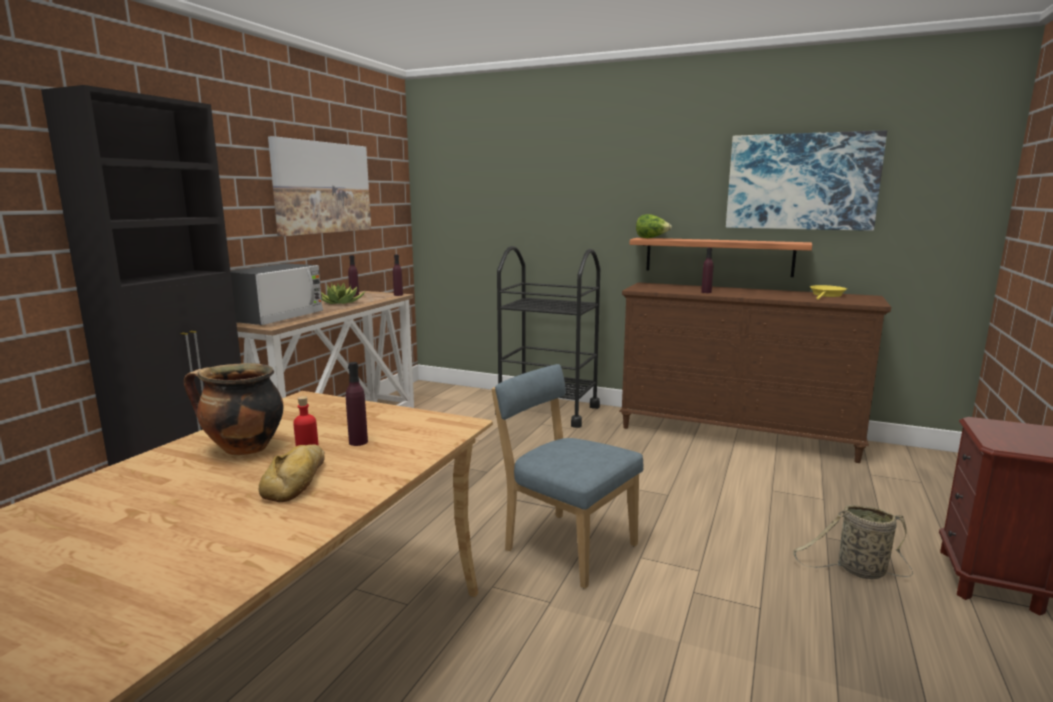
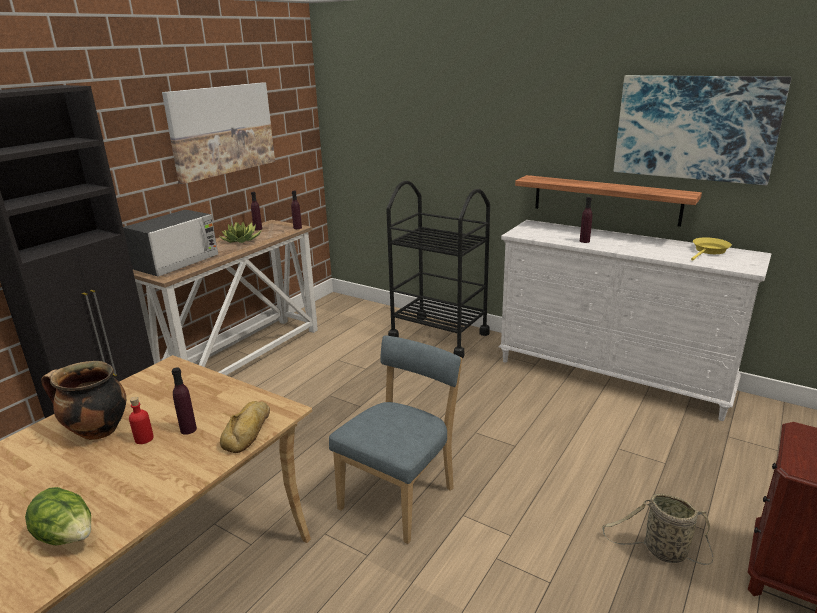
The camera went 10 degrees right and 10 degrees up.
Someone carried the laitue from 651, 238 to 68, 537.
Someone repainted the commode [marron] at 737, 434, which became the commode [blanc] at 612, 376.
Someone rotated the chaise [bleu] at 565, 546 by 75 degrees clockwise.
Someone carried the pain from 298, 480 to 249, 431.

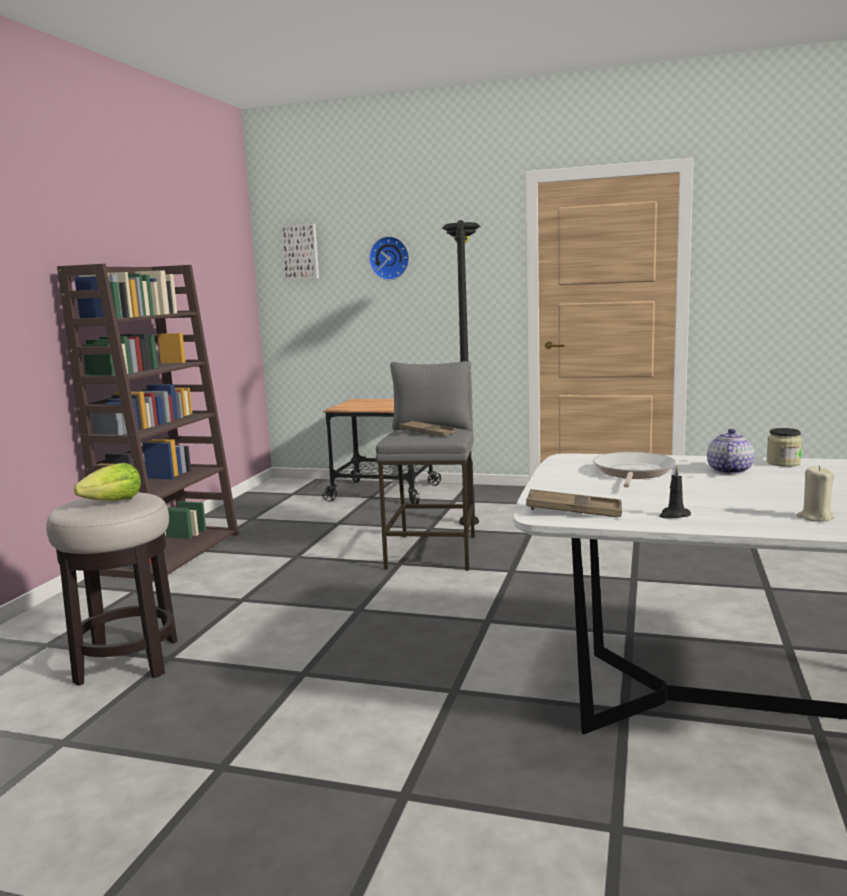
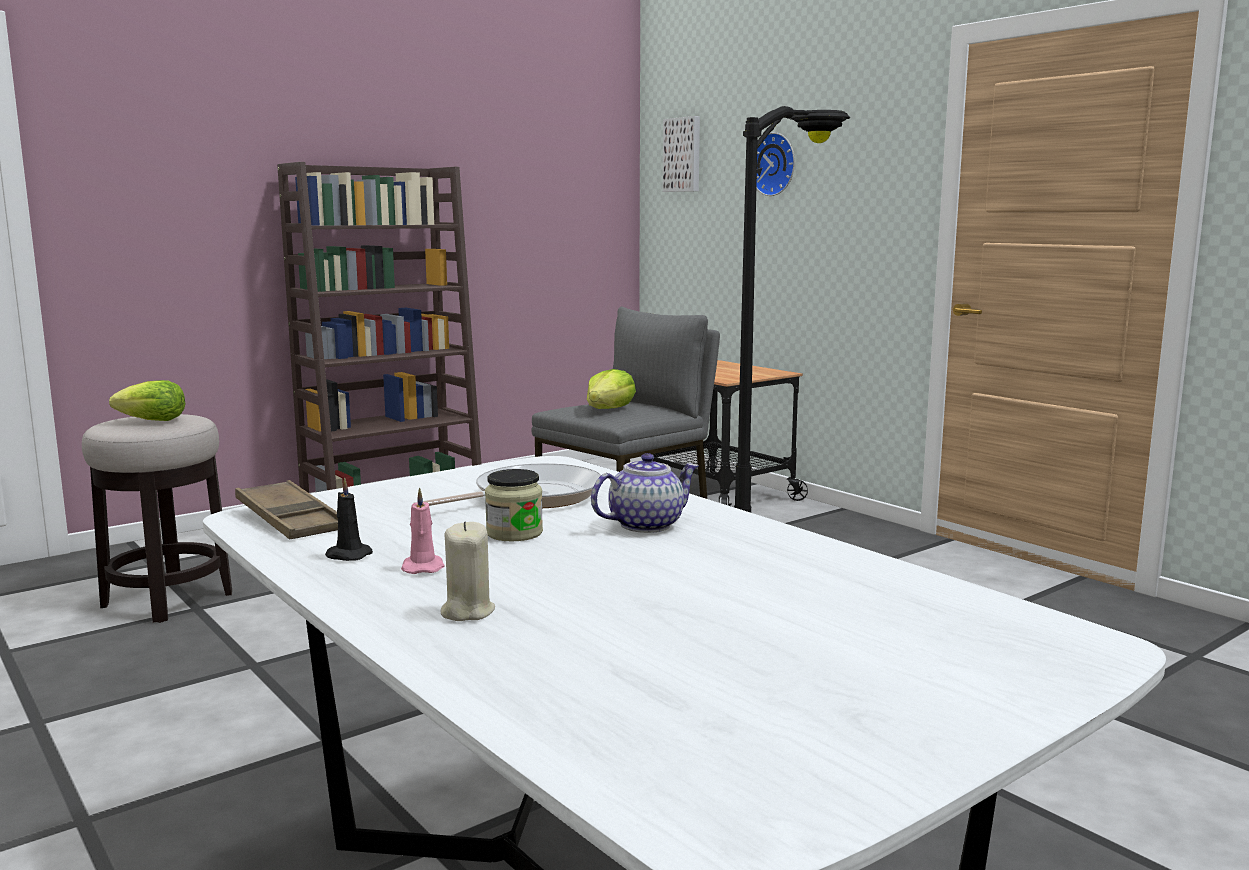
The camera went 35 degrees right and 0 degrees up.
Someone swapped the plateau [marron] at 427, 433 for the laitue at 609, 409.
Someone carried the bocal from 783, 463 to 514, 533.
Someone put down the bougie [rose] at 423, 567.

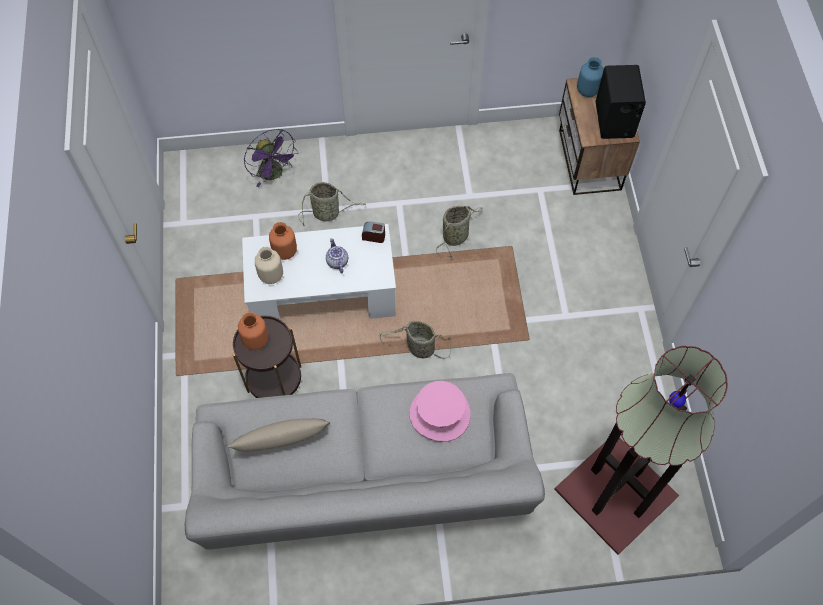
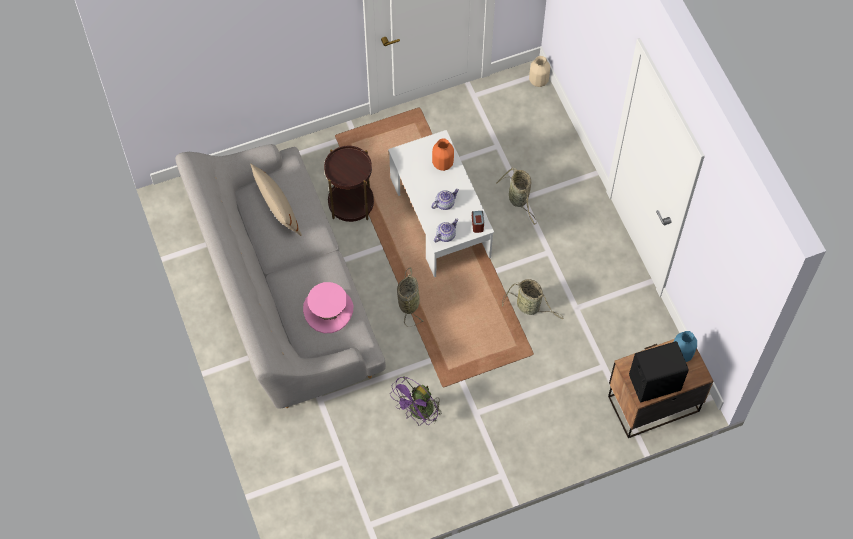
The camera went 75 degrees right and 0 degrees up.
Someone carried the ventilateur [violet] from 274, 174 to 418, 413.
Someone carried the vase [beige] from 271, 275 to 538, 80.
Someone took away the vase [orange] at 256, 340.
Someone took away the lampadaire at 616, 495.
Someone put down the théière at 445, 235.

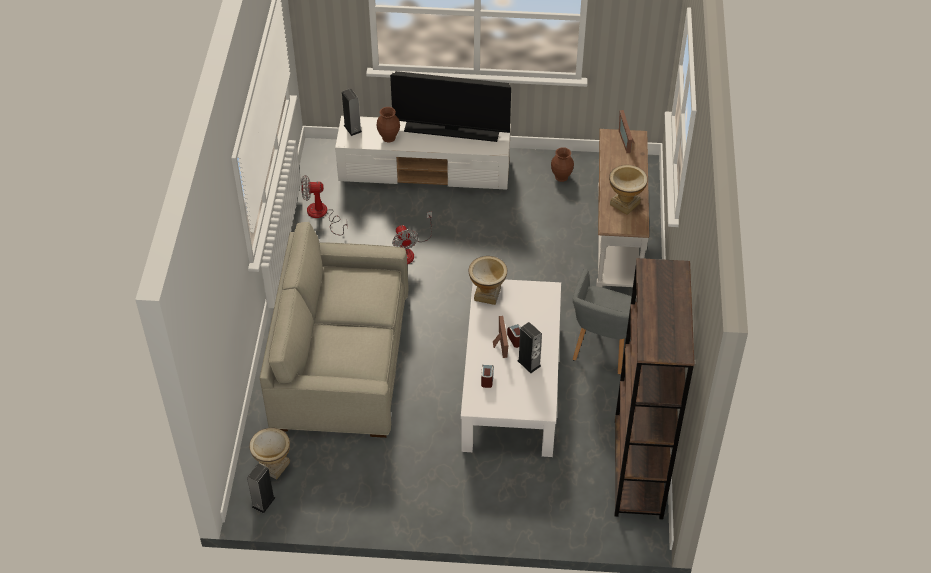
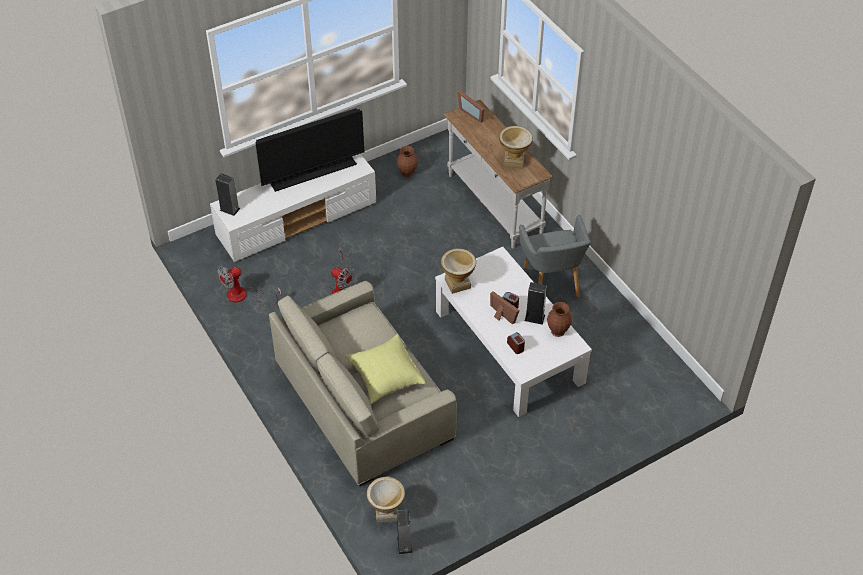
The camera went 35 degrees left and 0 degrees up.
Someone carried the vase [marron] from 389, 137 to 558, 331.
Someone took away the bibliothèque [marron] at 638, 468.
Someone put down the coussin [jaune] at 385, 376.

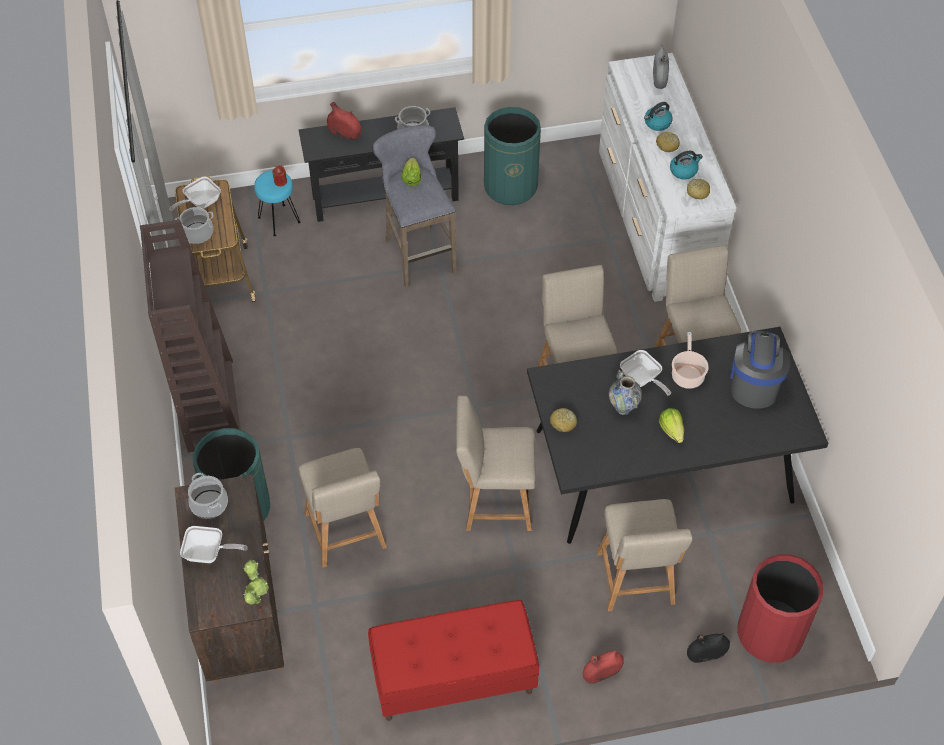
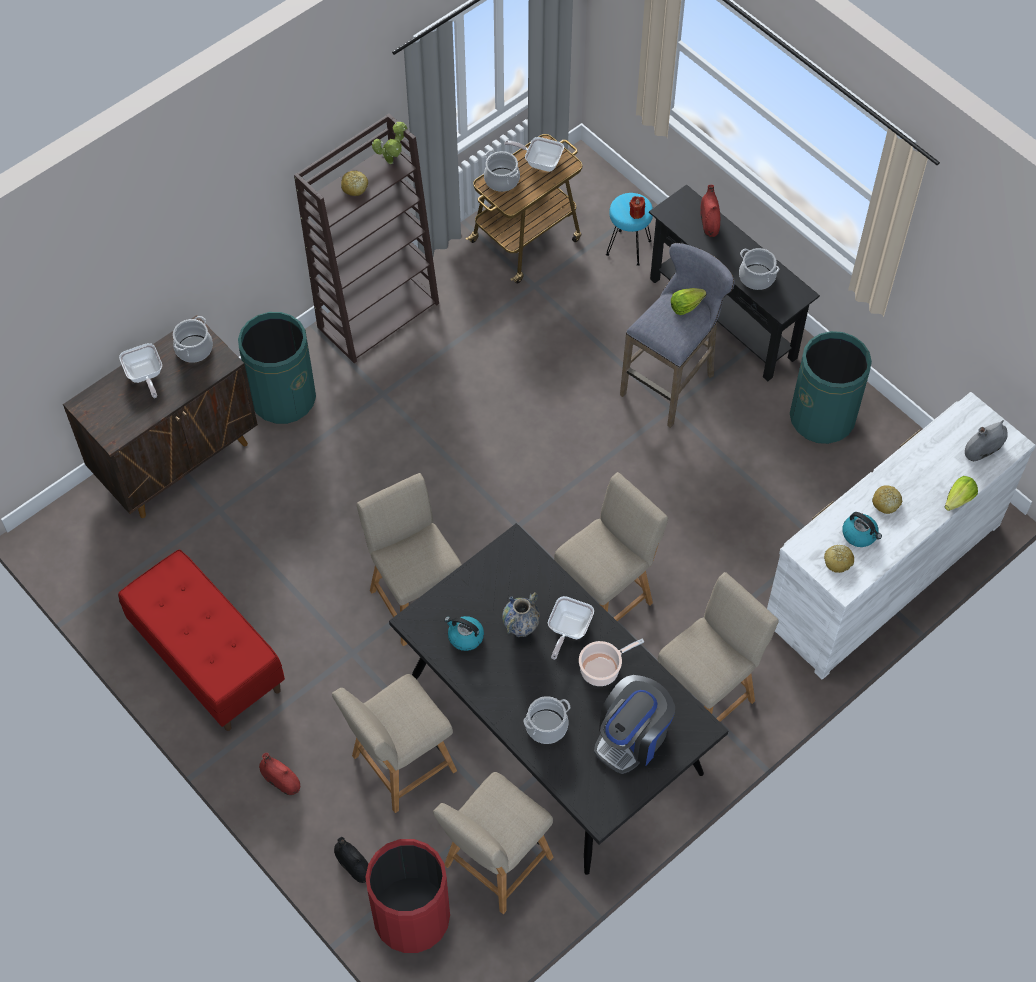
The camera went 60 degrees right and 5 degrees up.
Someone carried the bouilloire from 657, 123 to 465, 637.
Someone rotated the machine à café at 754, 383 by 150 degrees clockwise.
Someone carried the pain from 563, 423 to 354, 187.
Someone carried the laitue from 671, 430 to 958, 500.
Someone carried the chaise [beige] from 346, 534 to 495, 865.
Someone carried the plante en pot from 257, 598 to 392, 160.
Someone put down the marmite at 546, 726.

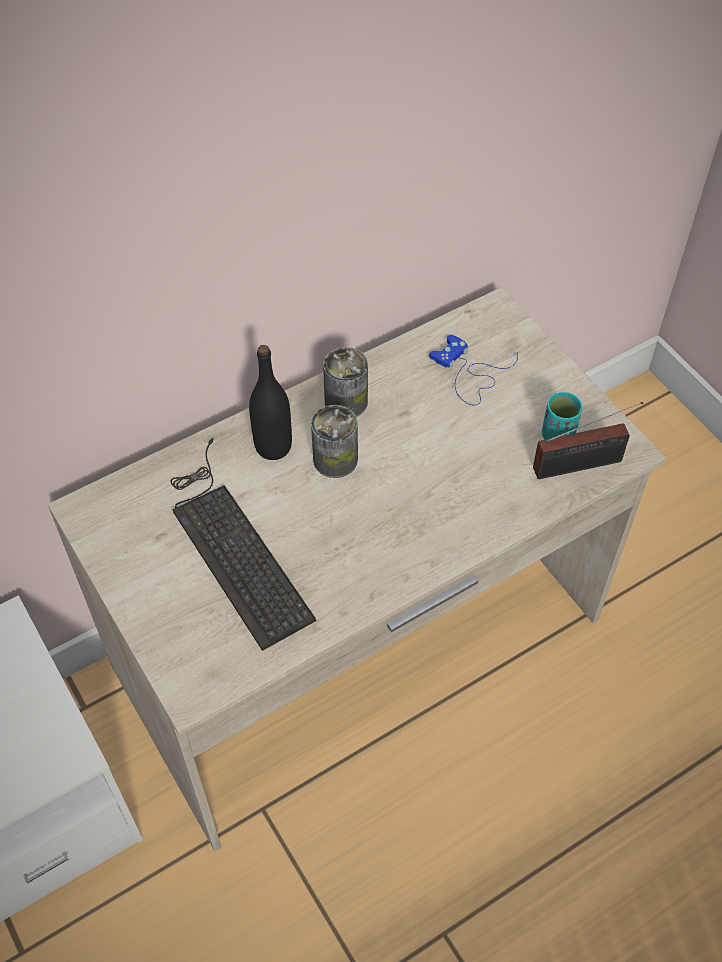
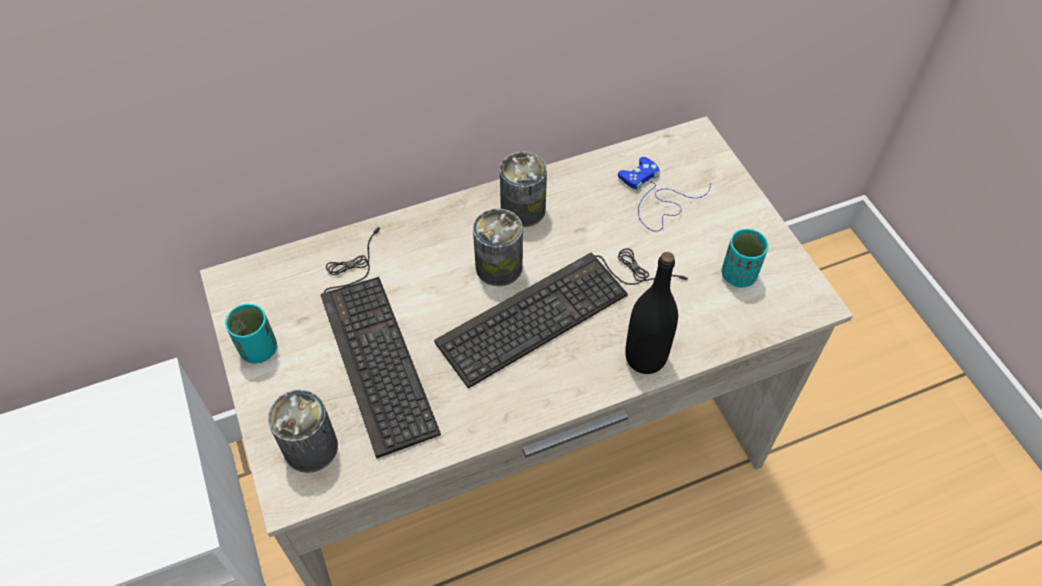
The camera went 10 degrees right and 0 degrees up.
Someone carried the bouteille [noir] from 273, 446 to 645, 357.
Someone took away the radio at 582, 465.
Someone put down the clavier at 555, 310.
Someone put down the tasse [turquoise] at 258, 349.
Someone put down the boîte métallique at 311, 447.

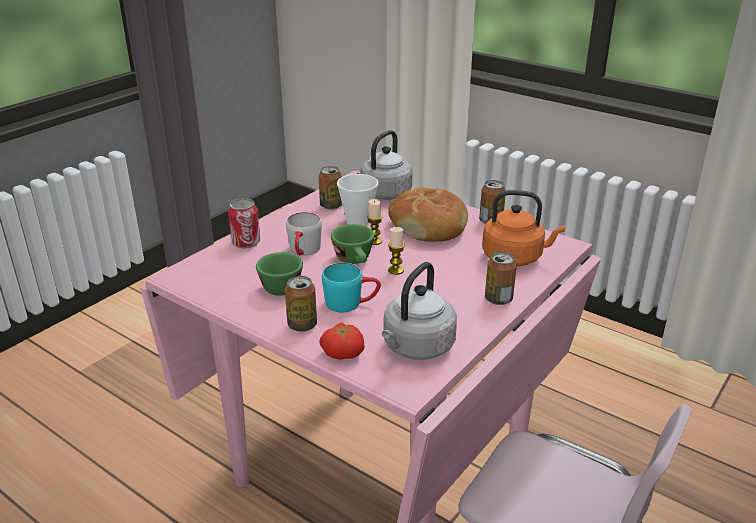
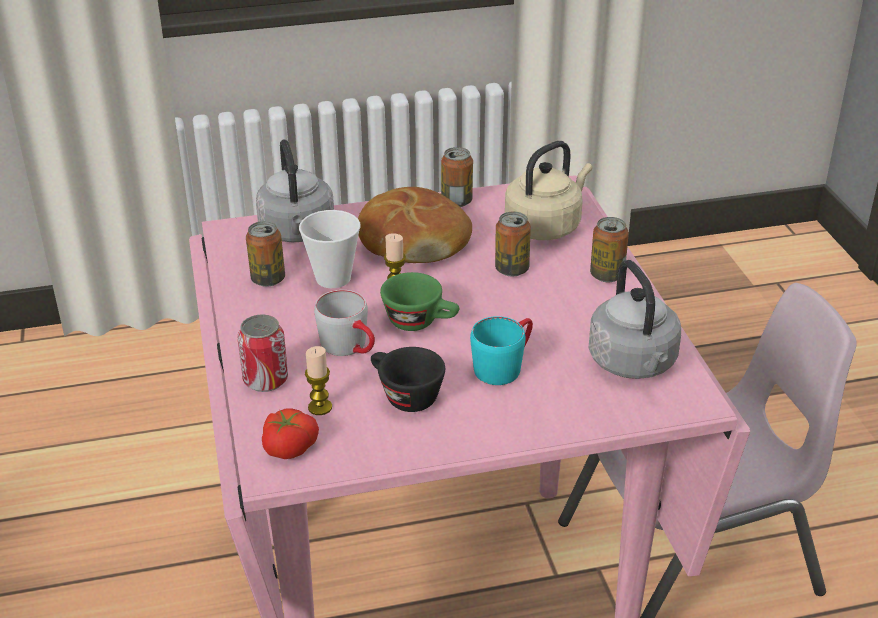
The camera went 50 degrees left and 5 degrees up.
Someone repainted the bouilloire [orange] at 515, 257, which became the bouilloire [beige] at 545, 226.
Someone carried the bougie from 396, 270 to 320, 407.
Someone repainted the tasse [vert] at 281, 285, which became the tasse [noir] at 404, 396.
Someone carried the boîte métallique from 302, 325 to 511, 269.
Someone carried the tomate from 343, 352 to 288, 447.

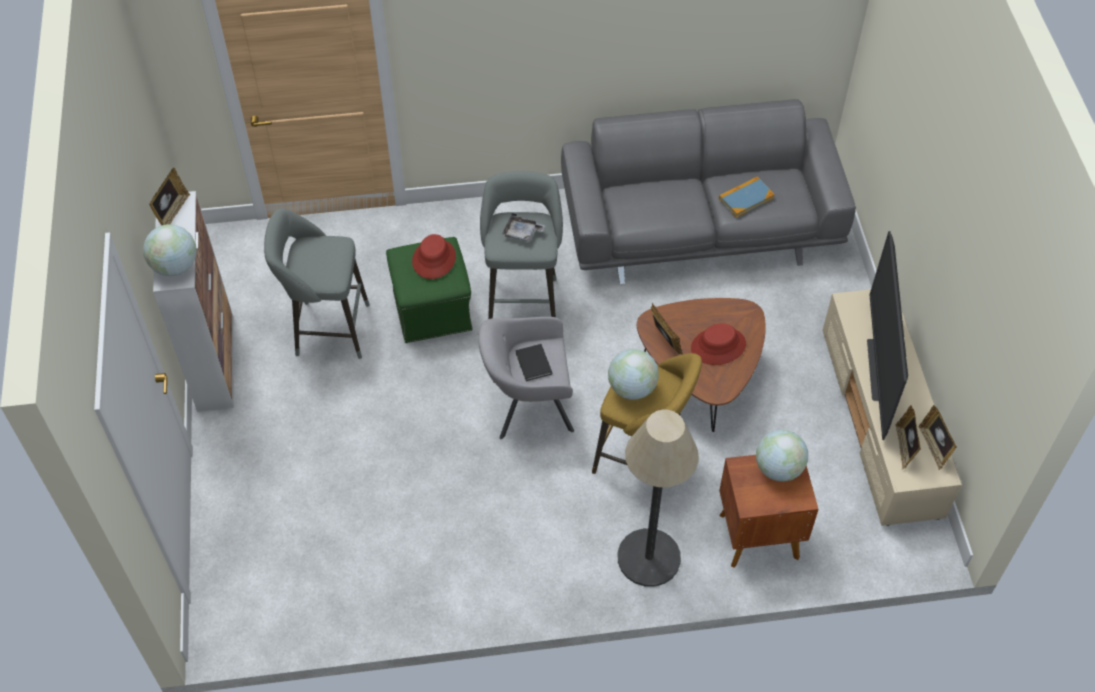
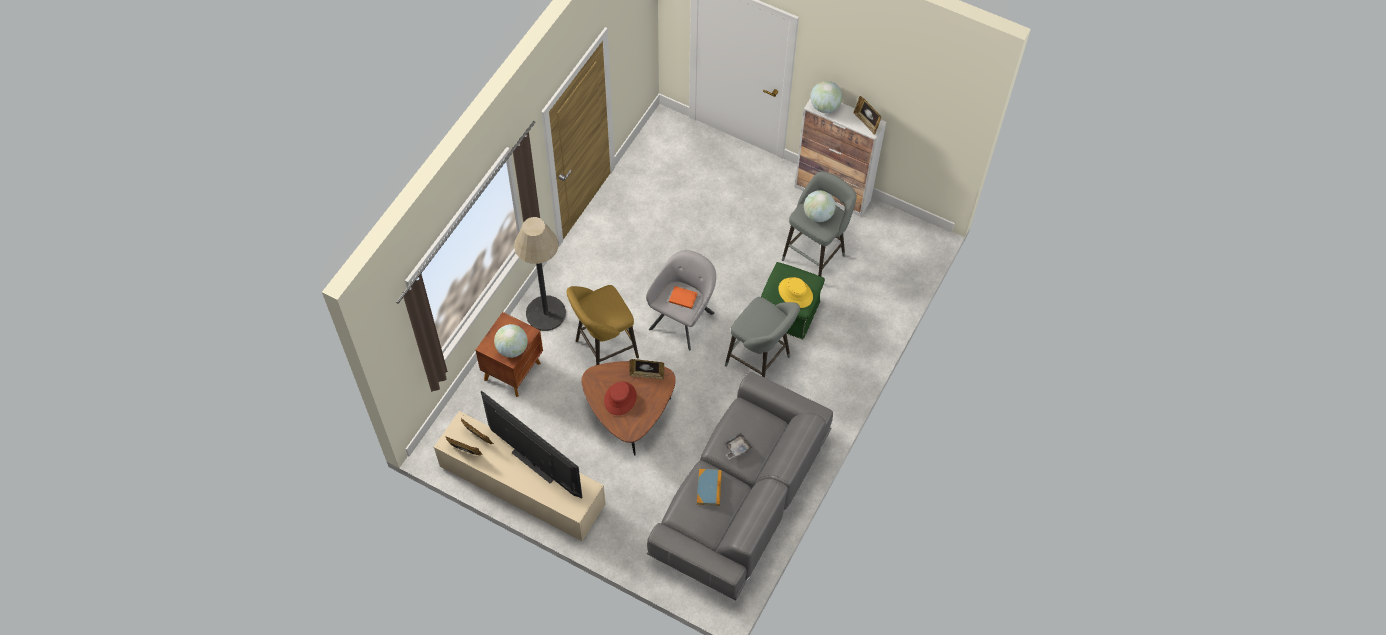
The camera went 125 degrees right and 5 degrees up.
Someone carried the plateau [gris] from 522, 232 to 736, 448.
Someone repainted the chapeau [rouge] at 433, 259, which became the chapeau [jaune] at 795, 293.
Someone repainted the livre [noir] at 533, 364, which became the livre [orange] at 682, 297.
Someone carried the globe from 632, 388 to 818, 215.

